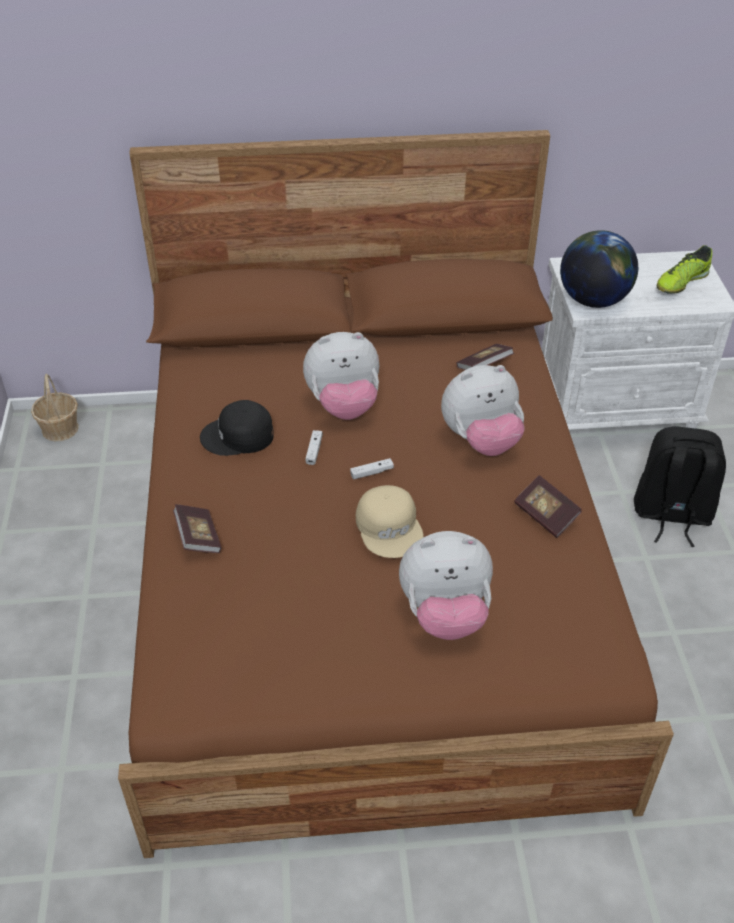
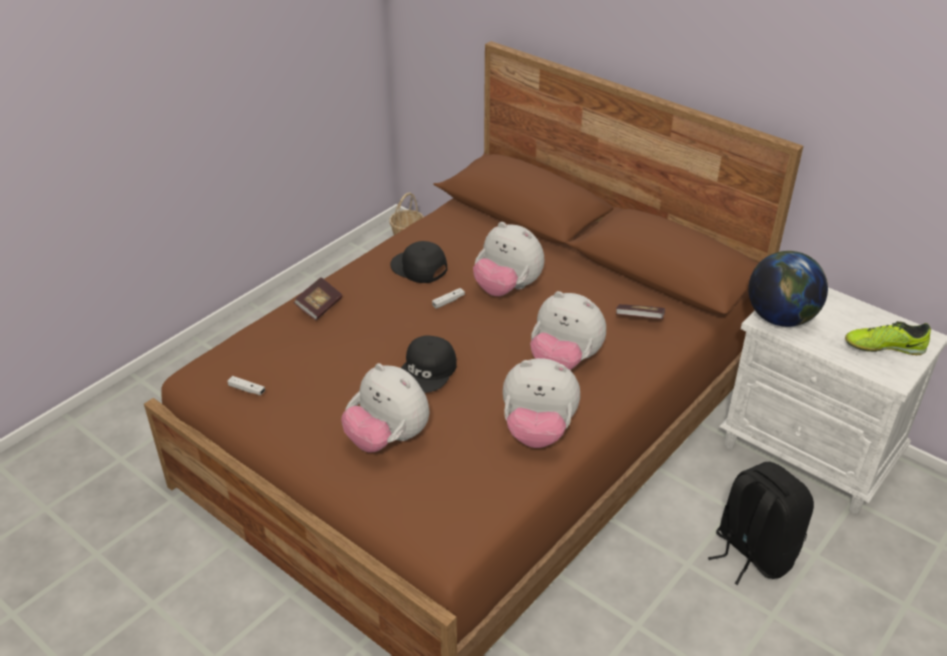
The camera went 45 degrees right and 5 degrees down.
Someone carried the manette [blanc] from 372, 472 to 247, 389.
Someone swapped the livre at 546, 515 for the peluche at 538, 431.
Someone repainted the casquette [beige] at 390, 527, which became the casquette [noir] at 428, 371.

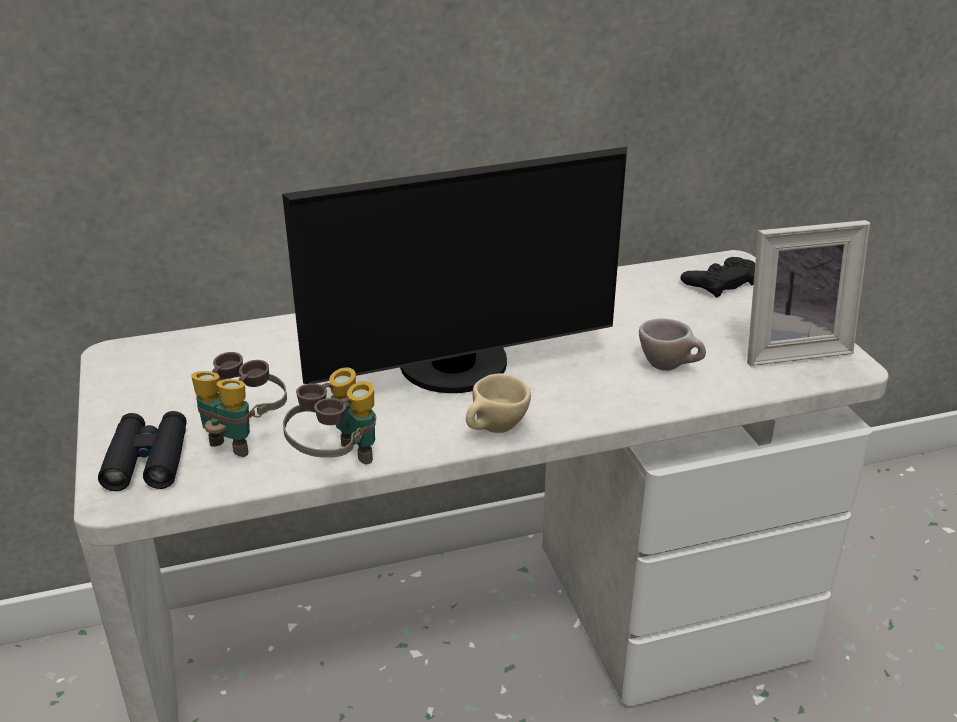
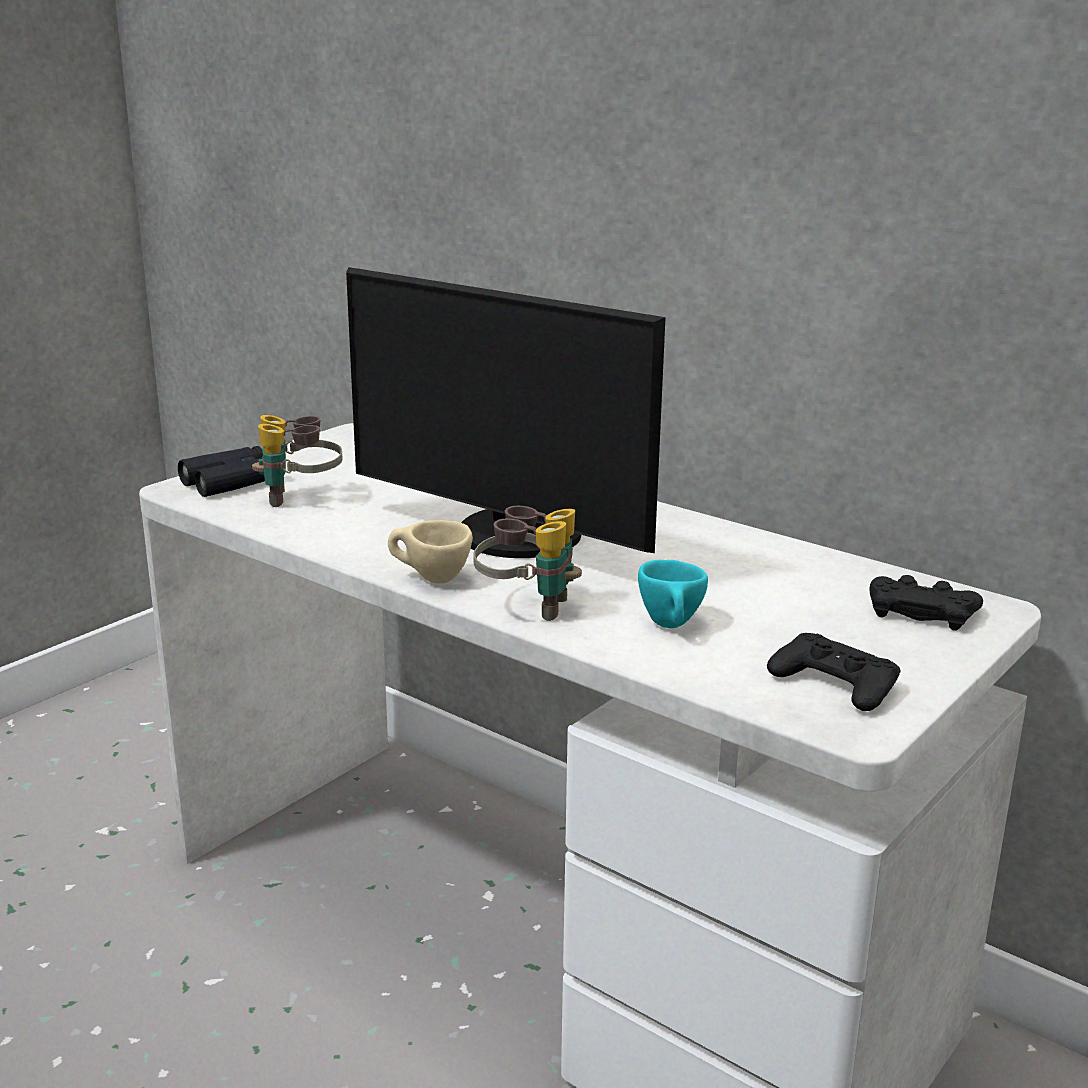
The camera went 55 degrees right and 10 degrees down.
Someone swapped the cadre photo at 790, 348 for the manette [noir] at 835, 683.
Someone repainted the tasse [beige] at 670, 367, which became the tasse [turquoise] at 673, 627.
Someone carried the jumelles from 337, 462 to 528, 606.

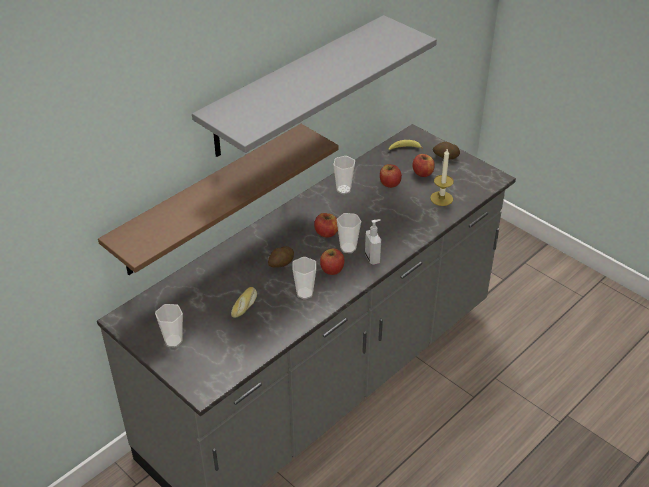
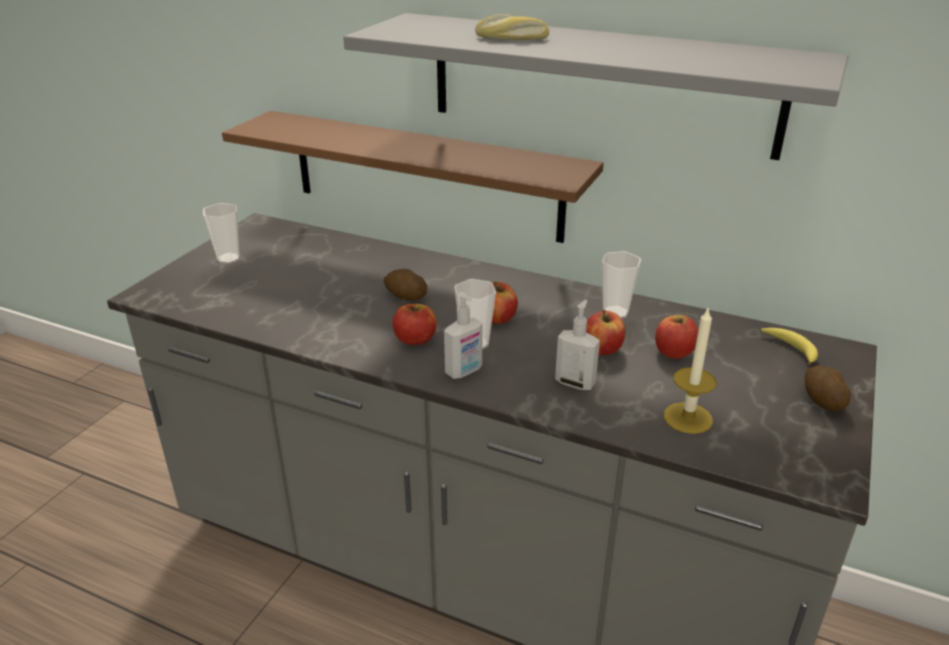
The camera went 70 degrees right and 10 degrees down.
Someone carried the pomme from 423, 173 to 602, 349.
Someone took away the tasse at 304, 293.
Someone carried the pain from 245, 305 to 511, 38.
Someone put down the distributeur de savon at 575, 382.

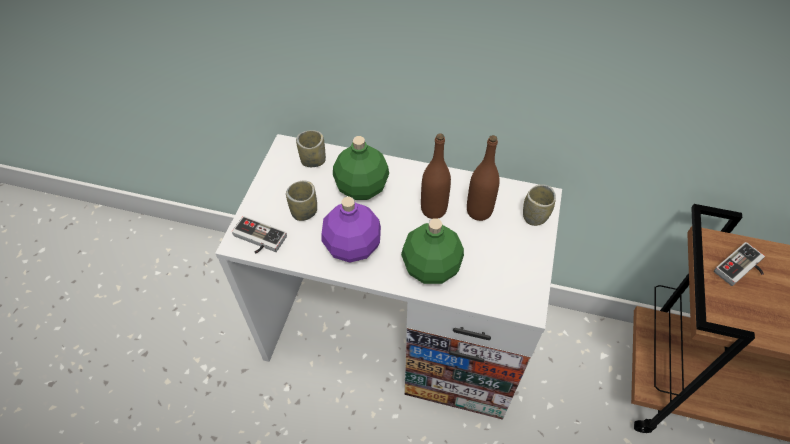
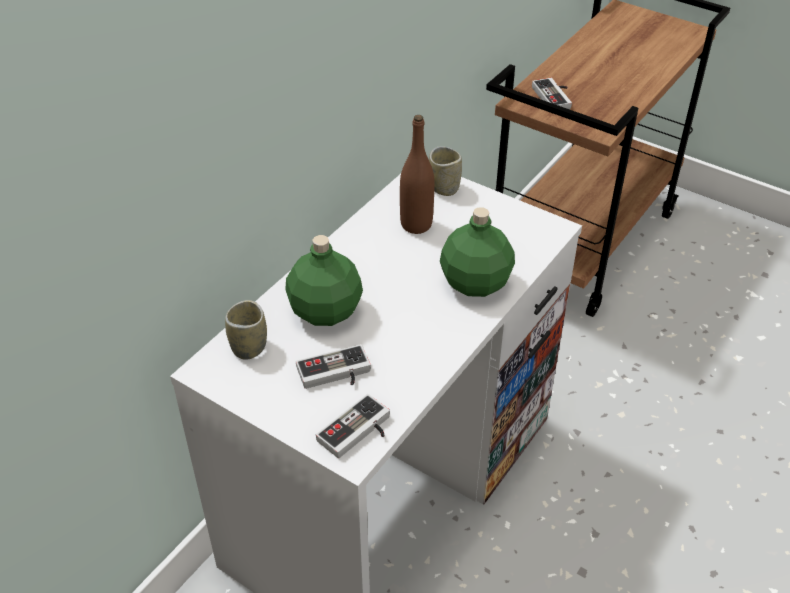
The camera went 70 degrees left and 10 degrees down.
Someone took away the bouteille [marron] at 433, 209.
Someone swapped the tasse at 304, 212 for the manette at 335, 375.
Someone took away the bouteille [violet] at 351, 246.

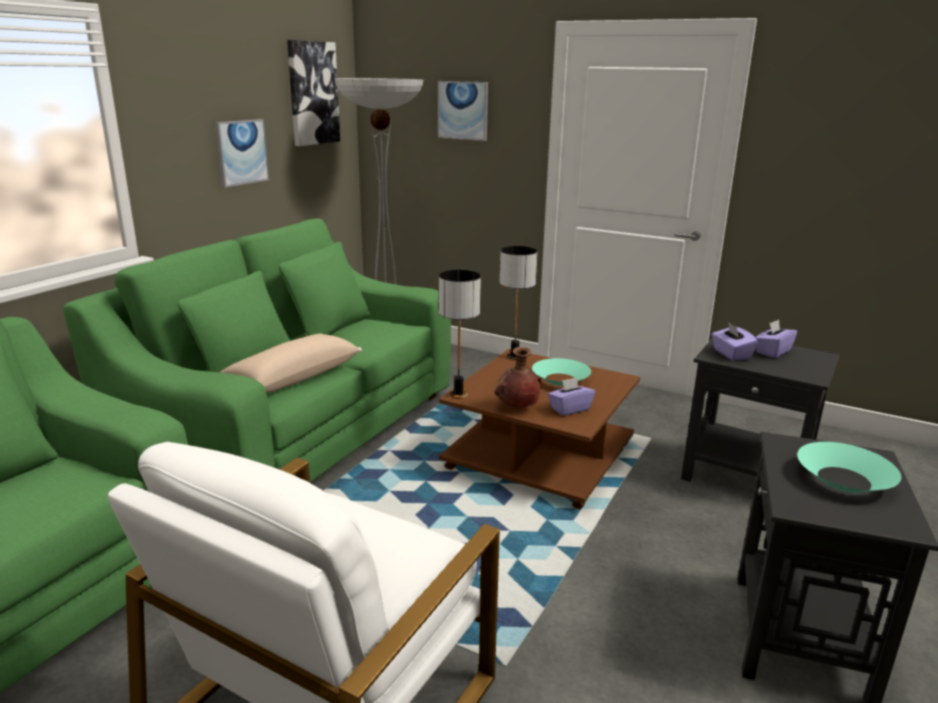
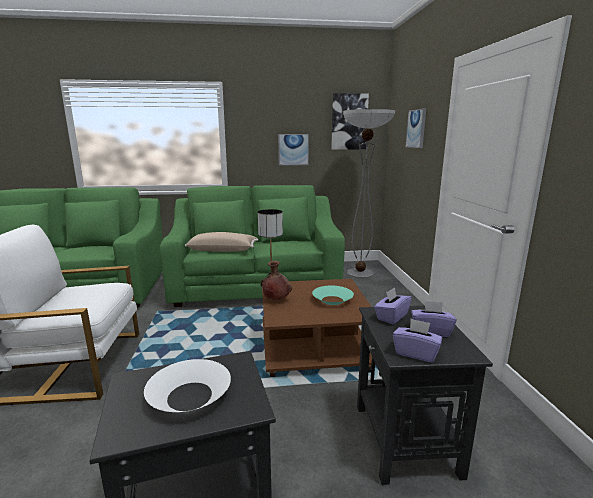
The camera went 55 degrees right and 5 degrees down.
Someone took away the lampe de table at 514, 357.
Someone carried the boîte à mouchoirs [violet] from 570, 409 to 416, 353.
Someone repainted the bol [turquoise] at 844, 479, which became the bol [blanc] at 190, 396.

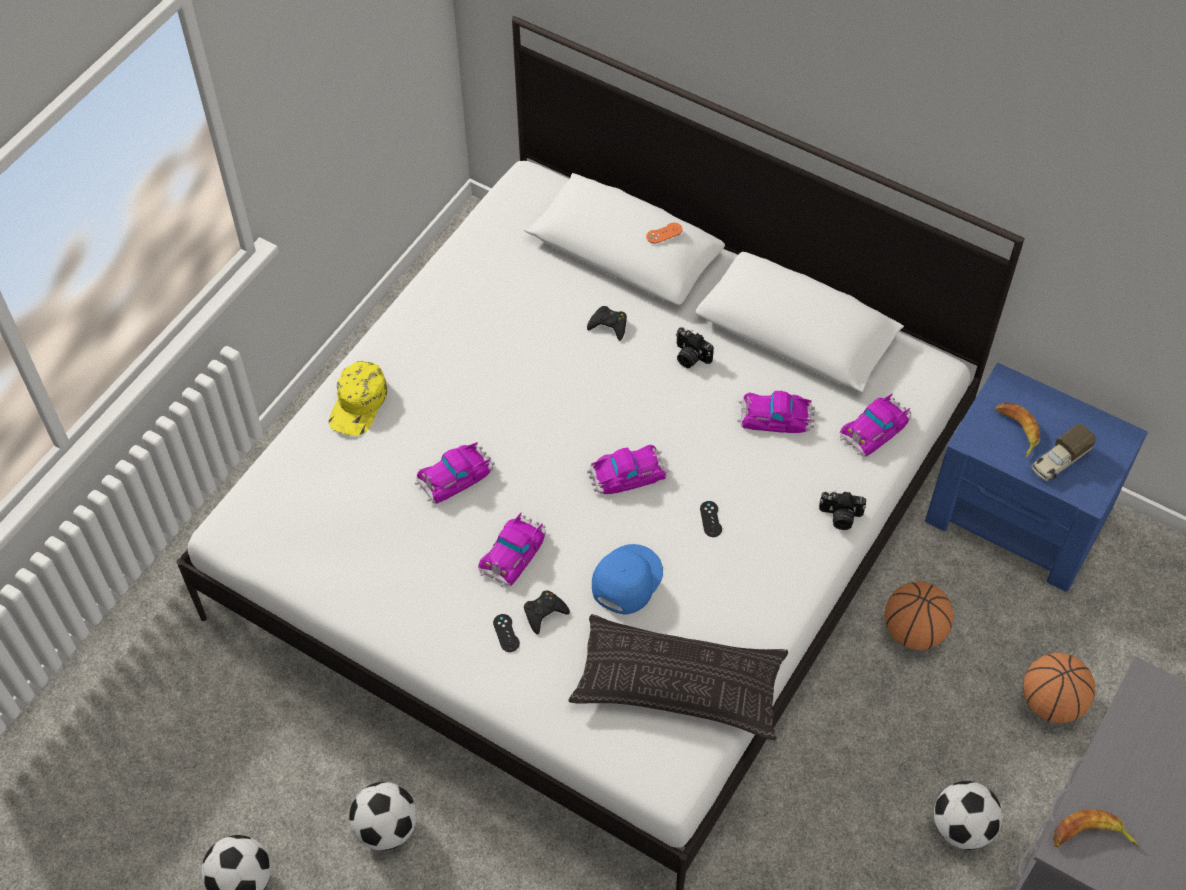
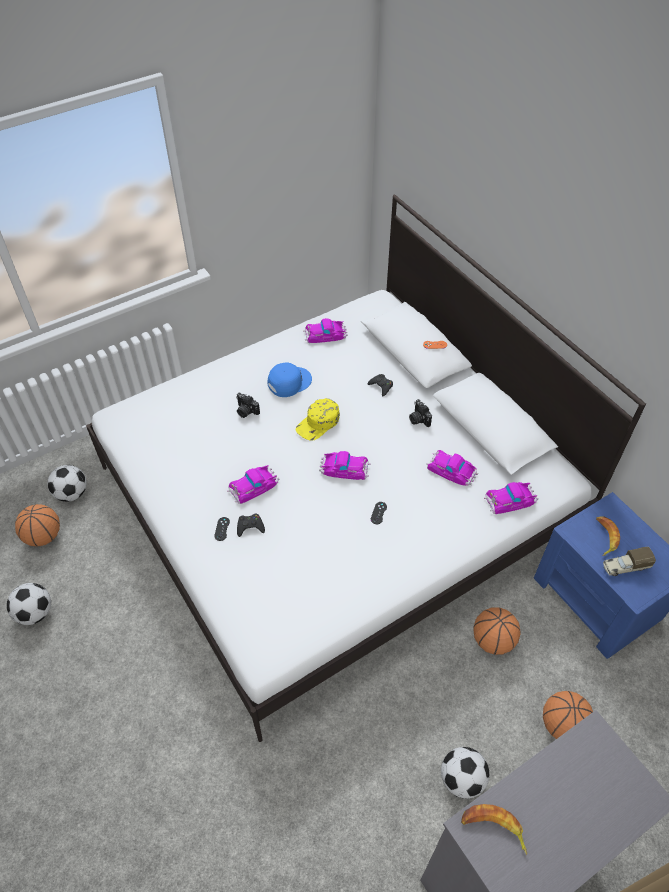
The camera went 25 degrees right and 5 degrees down.
Someone carried the casquette [jaune] from 359, 404 to 318, 423.
Someone carried the petite voiture from 455, 475 to 325, 334.
Someone carried the appareil photo from 840, 517 to 246, 411.
Someone carried the casquette [bleu] from 625, 579 to 289, 382.
Someone took away the coussin at 679, 684.
Someone carried the ballon de foot from 386, 828 to 72, 493.
Someone put down the ballon de basket at 43, 536.

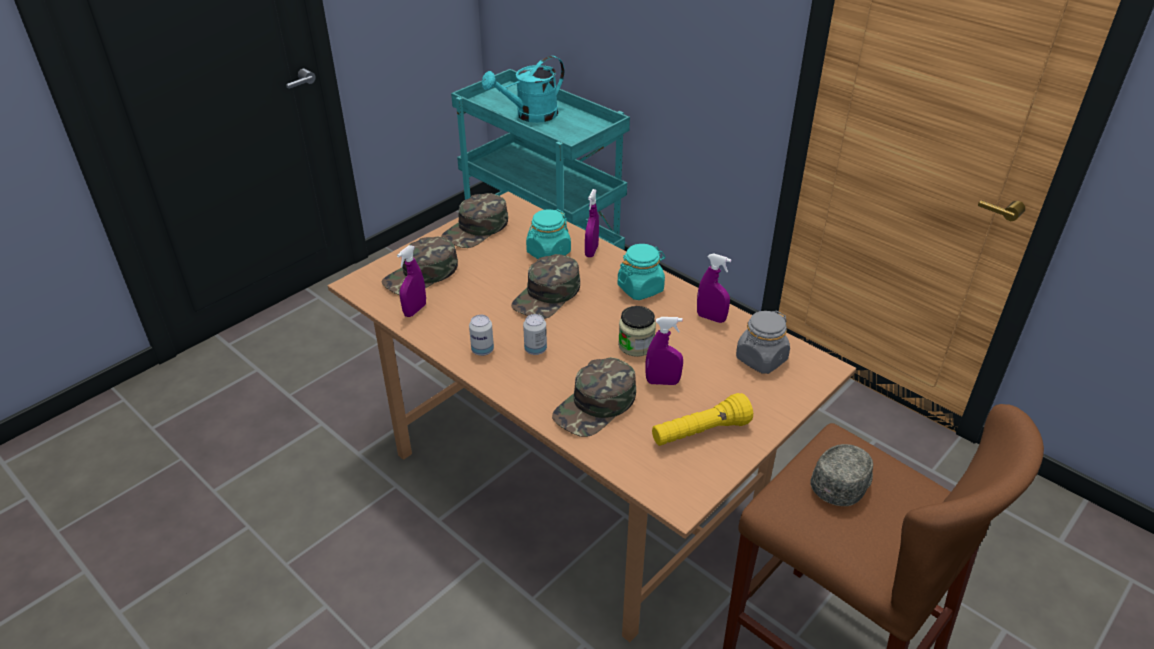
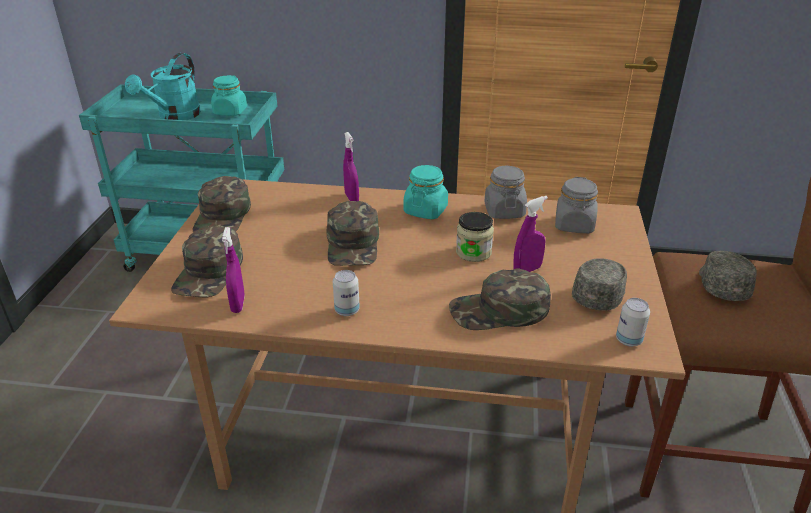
The camera went 35 degrees left and 5 degrees down.
Someone carried the bocal [turquoise] from 548, 253 to 230, 112.
Someone swapped the vaporisateur [violet] at 711, 318 for the bocal [gris] at 504, 211.
Someone carried the boîte métallique from 535, 350 to 628, 340.
Someone rotated the casquette [vert] at 596, 405 by 75 degrees clockwise.
Someone swapped the lampe de poche [jaune] at 700, 433 for the casquette [gris] at 600, 294.

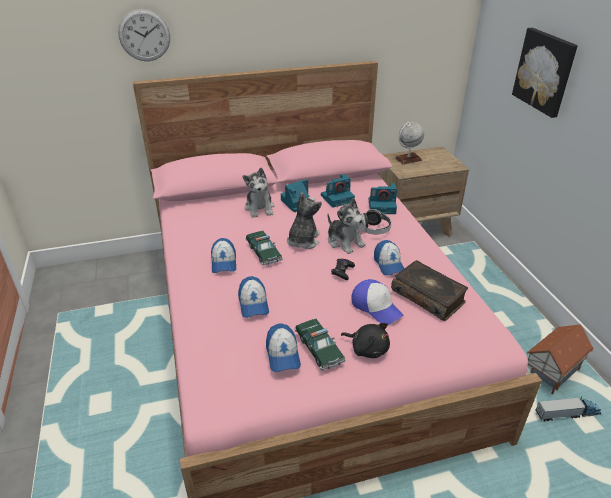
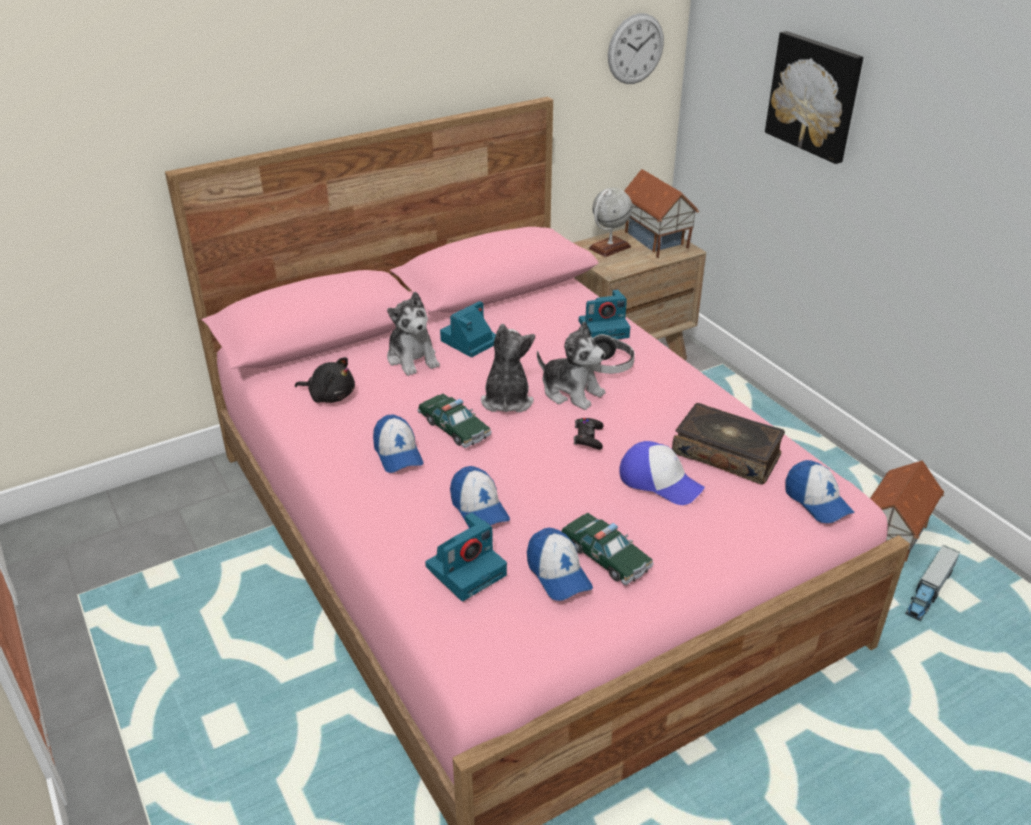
The camera went 15 degrees left and 0 degrees up.
Someone carried the horloge murale from 144, 35 to 635, 49.
Someone carried the appareil photo from 337, 198 to 467, 569.
Someone carried the casquette from 389, 264 to 817, 501.
Someone carried the peluche [noir] from 367, 348 to 330, 396.
Someone rotated the camion jouet at 567, 414 by 150 degrees clockwise.
Someone put down the maison miniature at 654, 241.

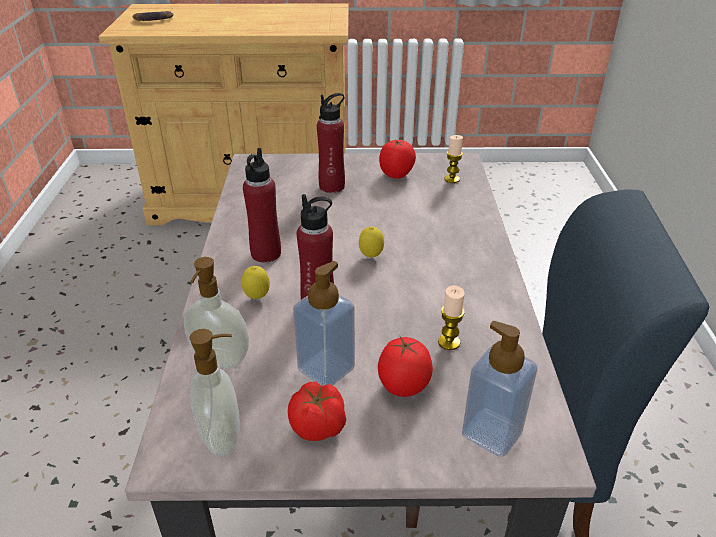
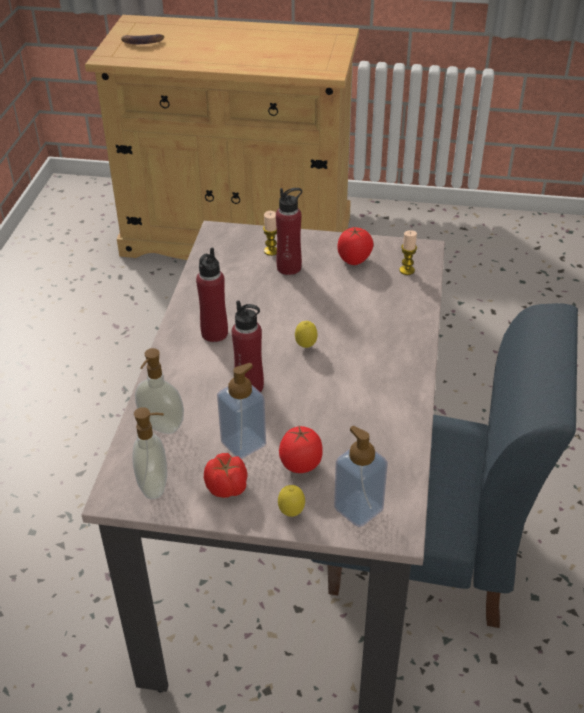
The camera went 10 degrees right and 5 degrees up.
Someone carried the citron from 257, 298 to 291, 513.
Someone carried the bougie from 449, 342 to 271, 251.

